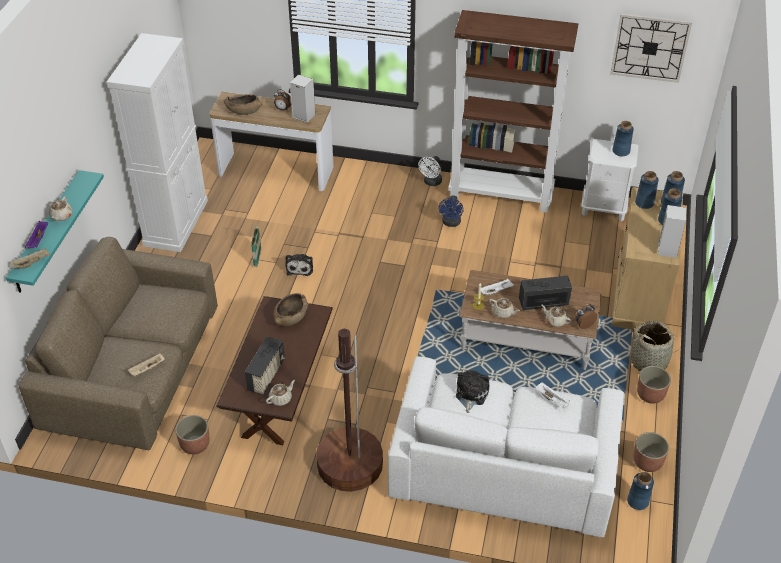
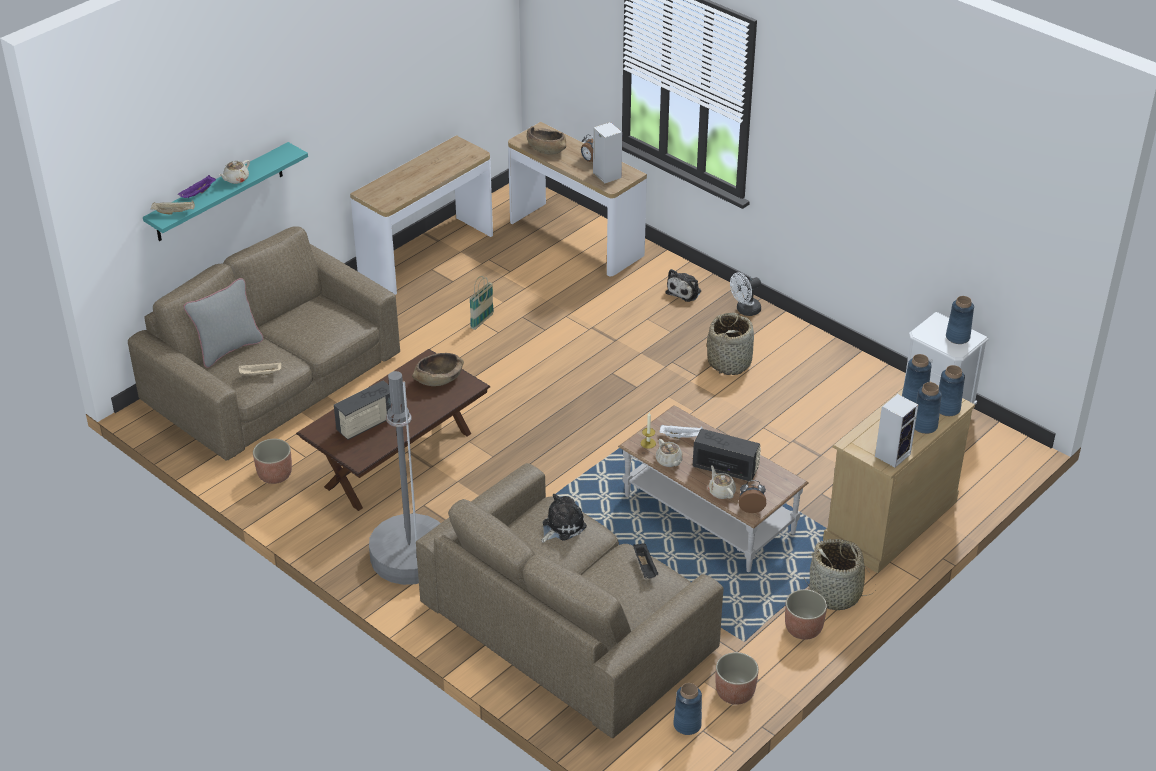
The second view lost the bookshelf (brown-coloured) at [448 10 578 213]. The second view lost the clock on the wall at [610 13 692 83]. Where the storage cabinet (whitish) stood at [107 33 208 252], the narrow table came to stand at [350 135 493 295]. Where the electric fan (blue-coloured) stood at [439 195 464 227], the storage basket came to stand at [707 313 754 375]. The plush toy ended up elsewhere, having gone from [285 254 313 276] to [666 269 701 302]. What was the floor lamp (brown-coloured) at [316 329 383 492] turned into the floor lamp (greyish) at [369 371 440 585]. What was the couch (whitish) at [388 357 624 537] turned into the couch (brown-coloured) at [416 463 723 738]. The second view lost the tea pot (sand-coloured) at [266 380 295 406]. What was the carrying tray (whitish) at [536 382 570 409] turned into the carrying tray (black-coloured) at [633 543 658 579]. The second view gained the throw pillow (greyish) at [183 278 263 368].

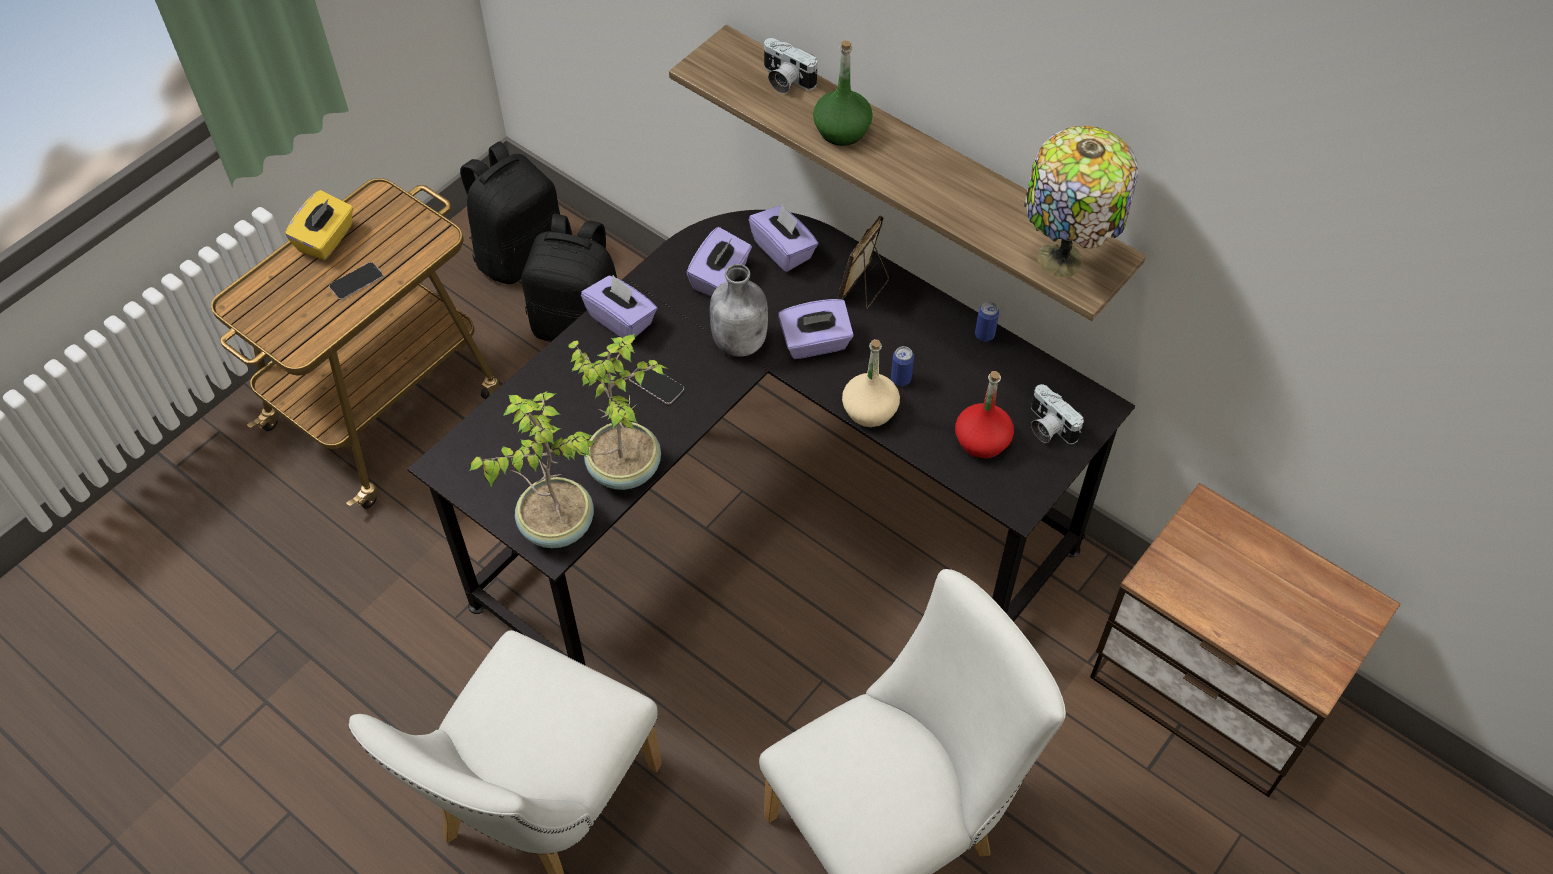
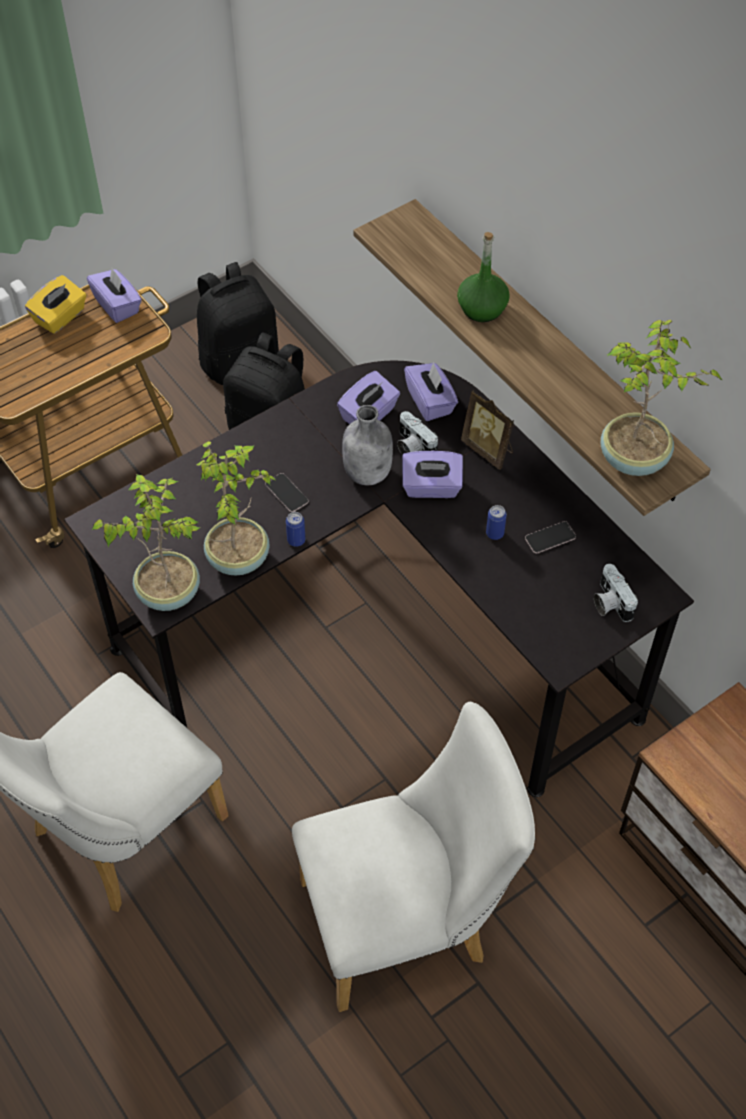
The still camera ended up elsewhere, having gone from [763 38 818 93] to [397 411 438 455]. Where the tabletop lamp stood at [1024 126 1138 278], the plant in a pot came to stand at [601 320 722 476]. The photo frame at [837 216 889 309] ended up facing another way, 90 degrees counterclockwise from before. The handset ended up elsewhere, having gone from [329 262 383 300] to [525 521 576 554]. The tissue box (purplish) ended up elsewhere, having gone from [581 275 657 337] to [87 268 142 323]. The metal can ended up elsewhere, having gone from [975 302 999 341] to [286 512 305 547]. The second view lost the beverage bottle (sand-coloured) at [842 339 900 428]. The second view lost the beverage bottle (reddish) at [955 371 1014 459].

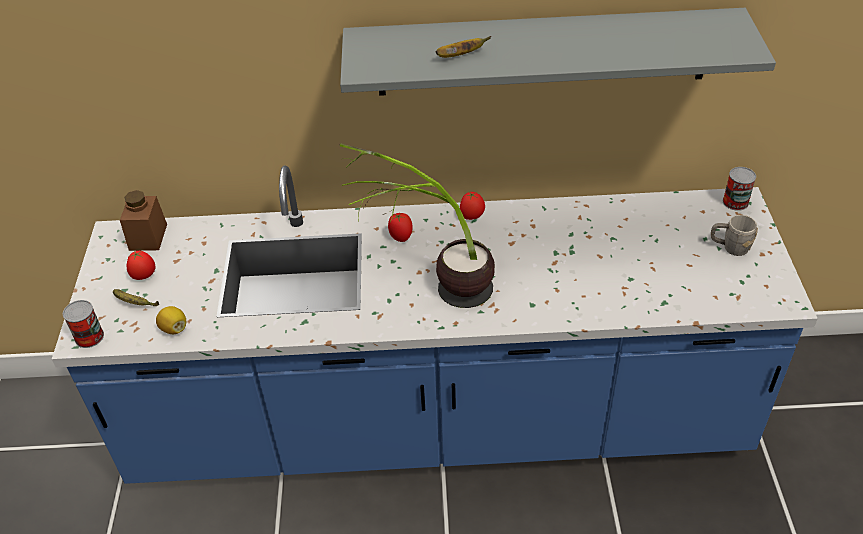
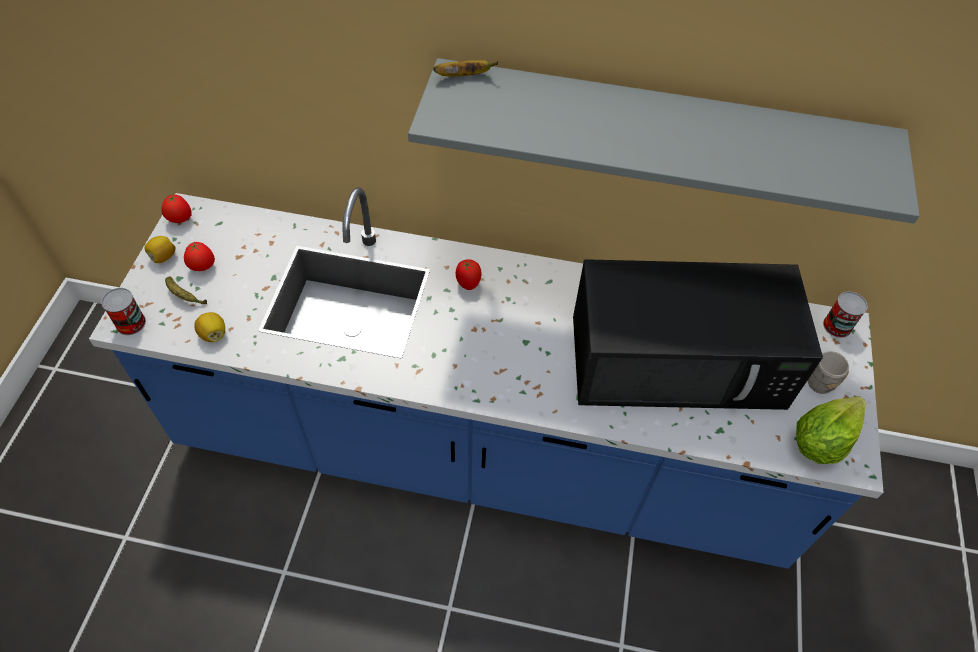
The whole banana ended up elsewhere, having gone from [436 36 491 58] to [433 60 498 76]. The second view lost the plant in a pot at [340 143 495 308]. The second view lost the preserve jar (brown-coloured) at [120 190 167 251]. The whole tomato ended up elsewhere, having gone from [460 192 485 220] to [161 194 192 223]. The second view gained the lemon at [145 236 176 263]. The second view gained the kitchen microwave (black-coloured) at [573 259 823 410]. The second view gained the lettuce head at [796 396 866 464].

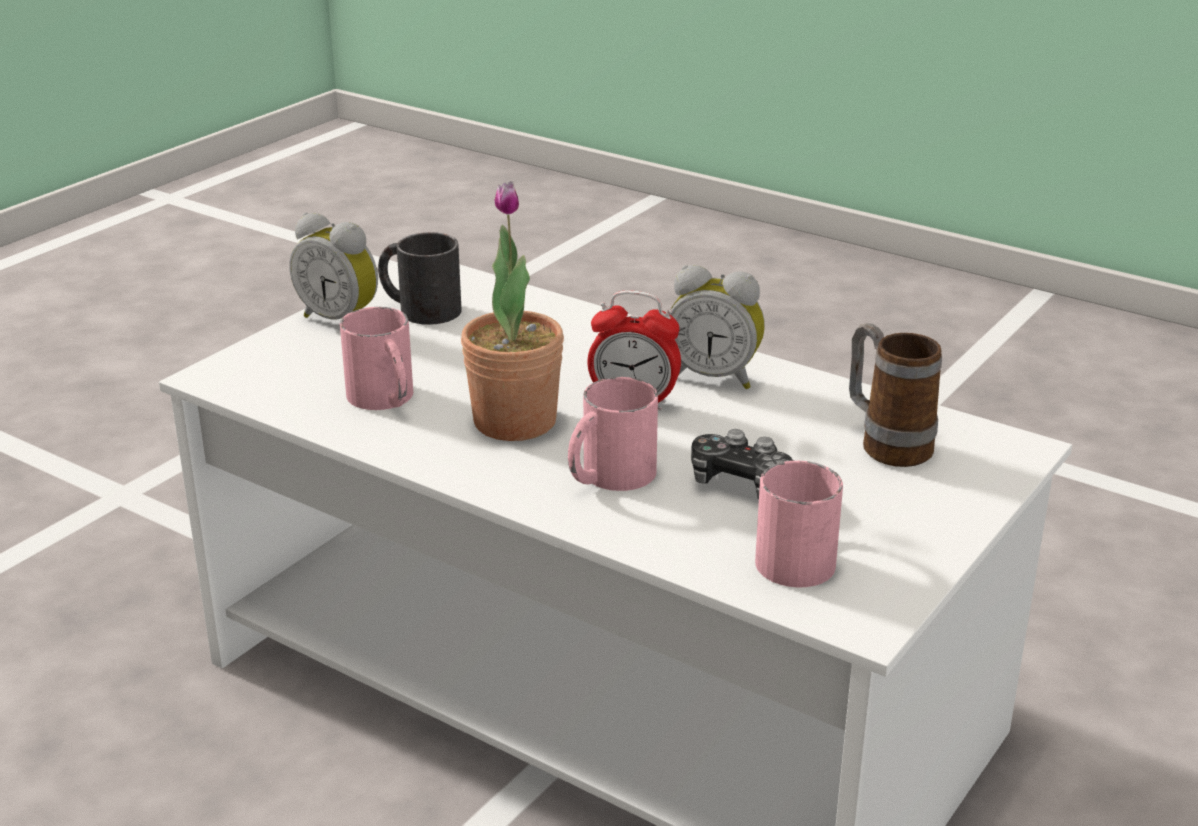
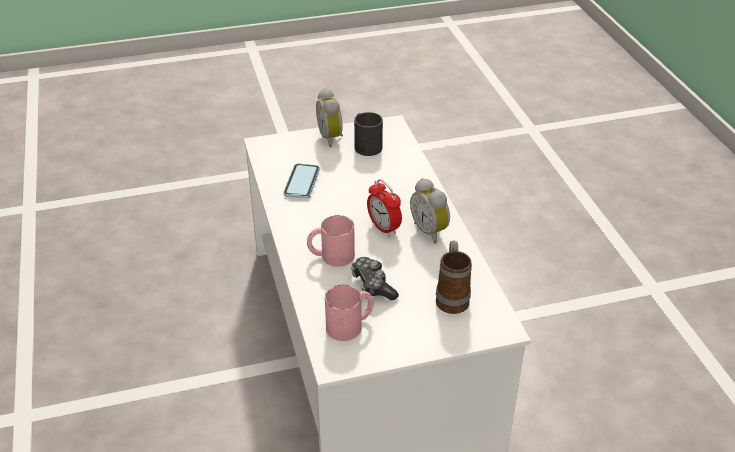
The second view lost the plant in a pot at [461 181 564 441]. Where the mug (pinkish) stood at [340 307 413 410], the handset came to stand at [283 164 320 199].

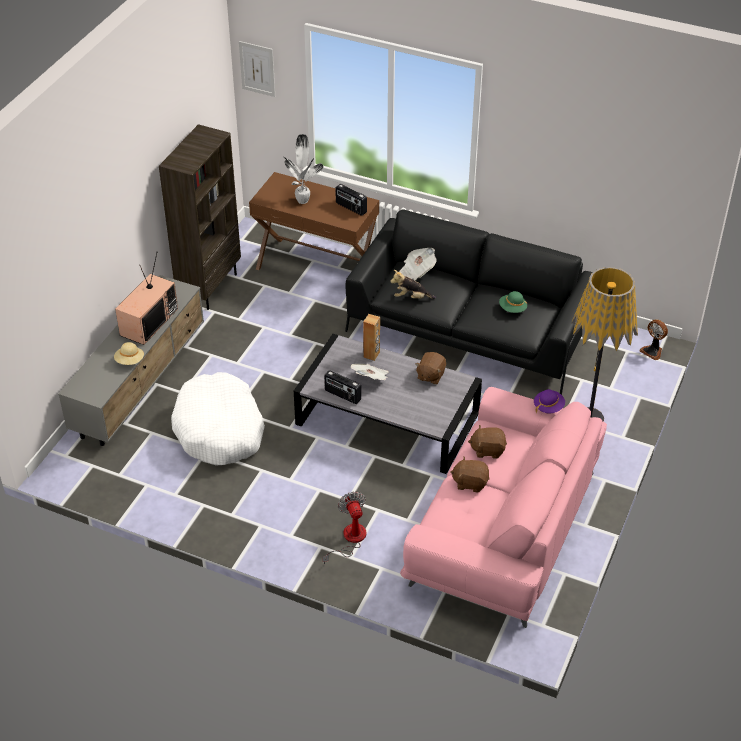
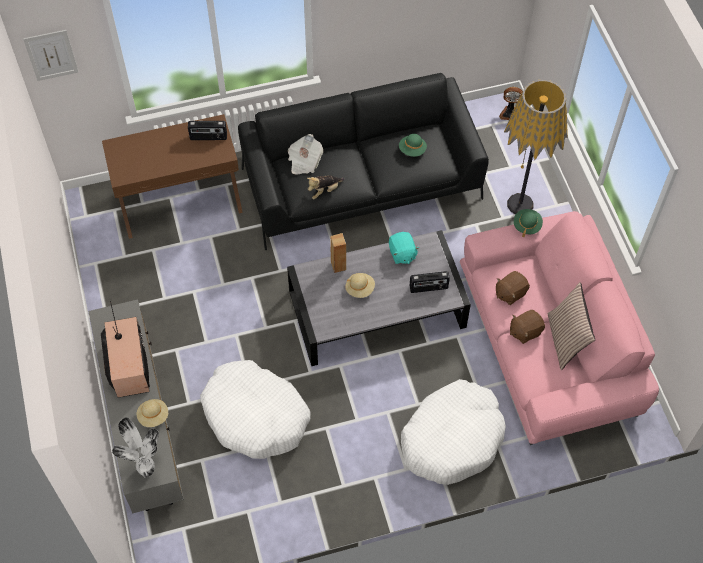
The second view lost the bookshelf (brown-coloured) at [159 124 241 310]. The plant in a pot ended up elsewhere, having gone from [284 134 324 204] to [112 417 159 478]. What was the plush toy (brown-coloured) at [416 352 446 384] turned into the plush toy (turquoise-coloured) at [389 232 419 264]. Where the daily paper stood at [351 364 389 380], the clothing hat (sand-coloured) came to stand at [345 273 375 298]. The radio set ended up elsewhere, having gone from [324 370 361 404] to [410 271 450 293]. What was the clothing hat (purplish) at [534 389 565 413] turned into the clothing hat (green-coloured) at [514 209 543 237]. Where the electric fan stood at [323 492 366 565], the dog bed (whitish) came to stand at [401 379 506 485]. The second view gained the throw pillow at [548 282 595 370].

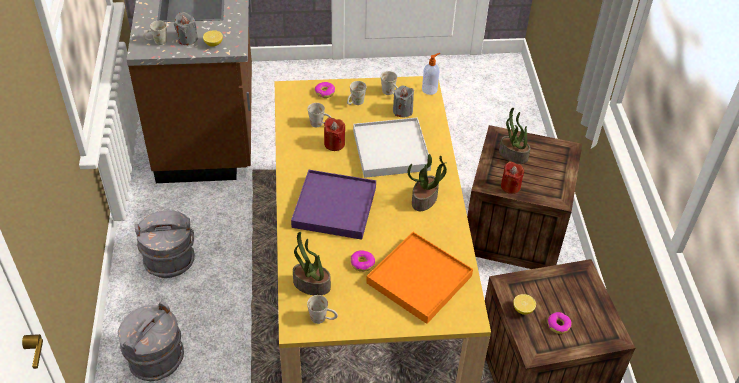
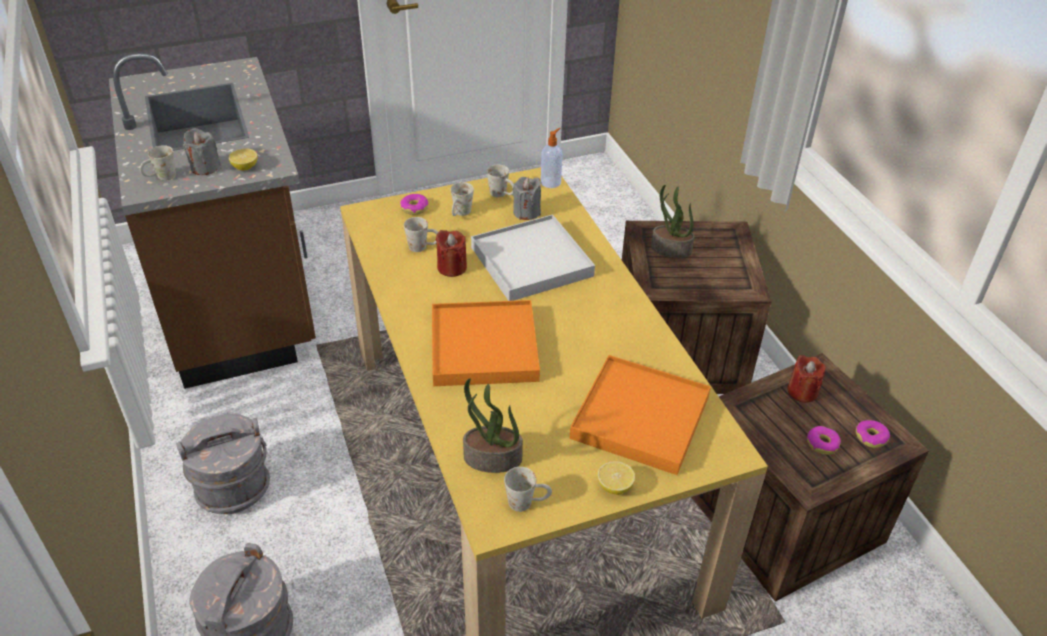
The second view lost the plant in a pot at [408 154 447 211]. The candle (reddish) ended up elsewhere, having gone from [501 161 524 194] to [787 355 826 403]. What was the carrying tray (purplish) at [291 170 376 240] turned into the carrying tray (orangey) at [432 300 540 386]. The doughnut ended up elsewhere, having gone from [351 250 375 272] to [856 420 890 448]. The lemon ended up elsewhere, having gone from [513 294 536 315] to [598 461 635 495].

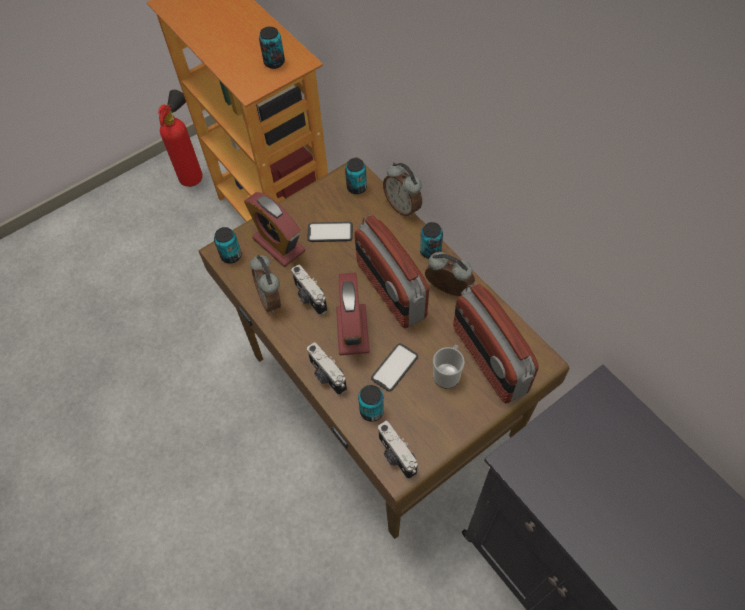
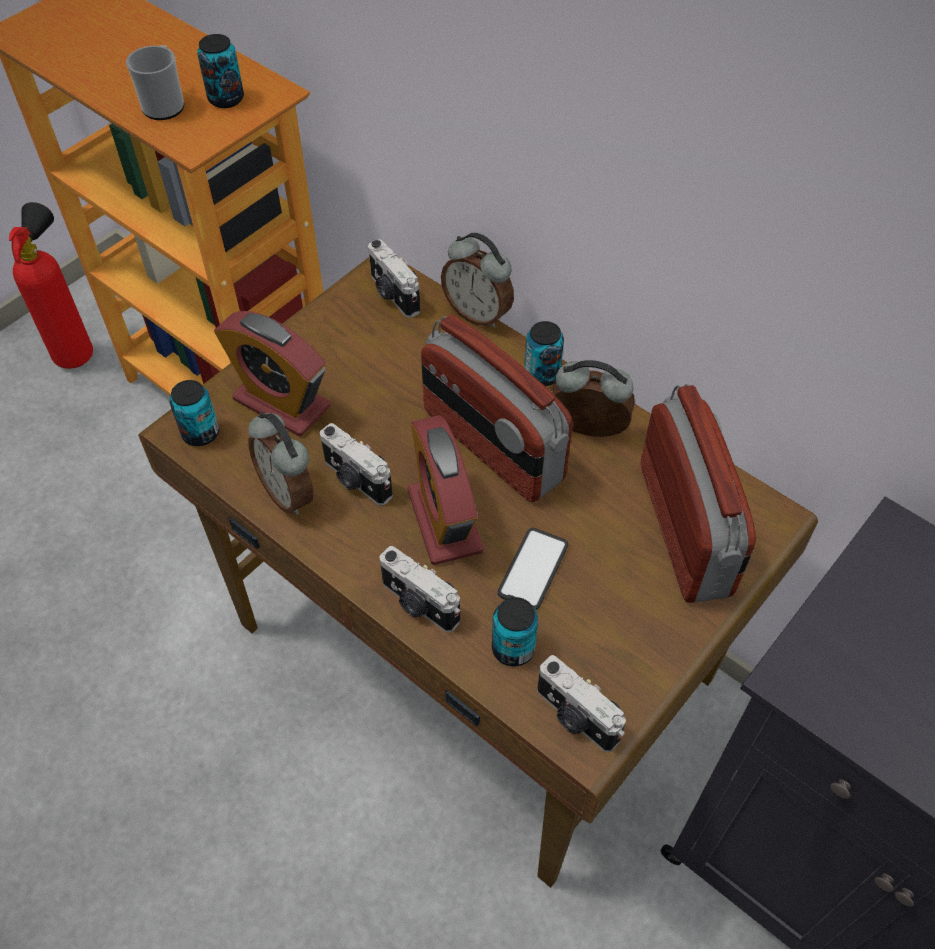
Where the metal can stood at [345 158 367 194], the still camera came to stand at [368 239 420 318]. The second view lost the handset at [307 222 353 242]. The radio set at [453 283 539 403] ended up facing another way, 150 degrees counterclockwise from before. The mug ended up elsewhere, having gone from [433 345 464 389] to [126 45 184 120].

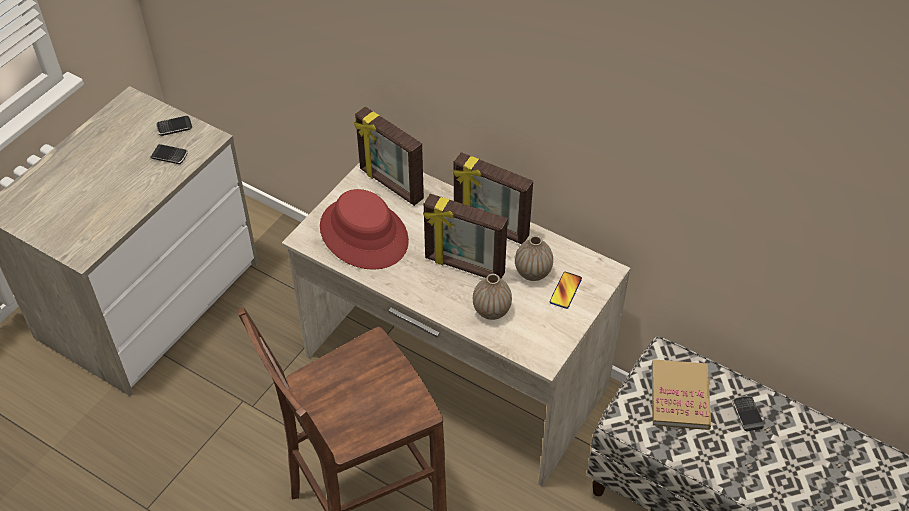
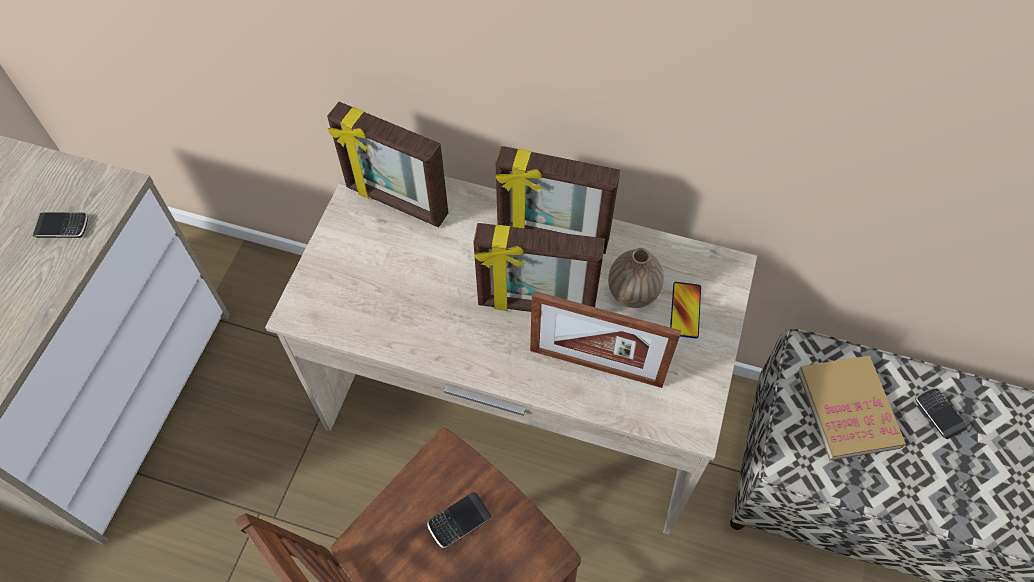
The handset ended up elsewhere, having gone from [156 116 192 136] to [427 492 491 549]. The second view lost the clothing hat (reddish) at [320 189 409 270]. Where the vase stood at [473 274 512 320], the photo frame came to stand at [530 291 681 388].

